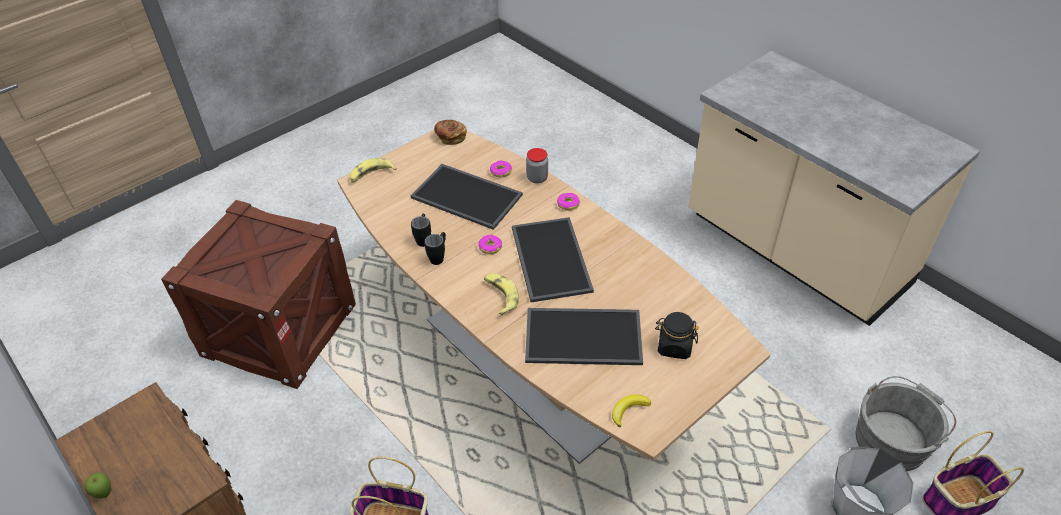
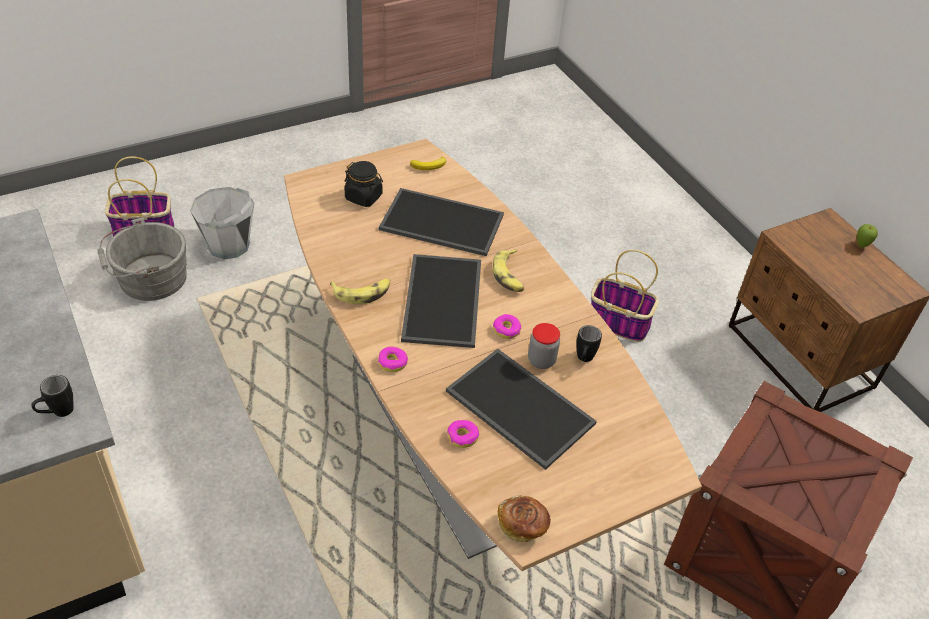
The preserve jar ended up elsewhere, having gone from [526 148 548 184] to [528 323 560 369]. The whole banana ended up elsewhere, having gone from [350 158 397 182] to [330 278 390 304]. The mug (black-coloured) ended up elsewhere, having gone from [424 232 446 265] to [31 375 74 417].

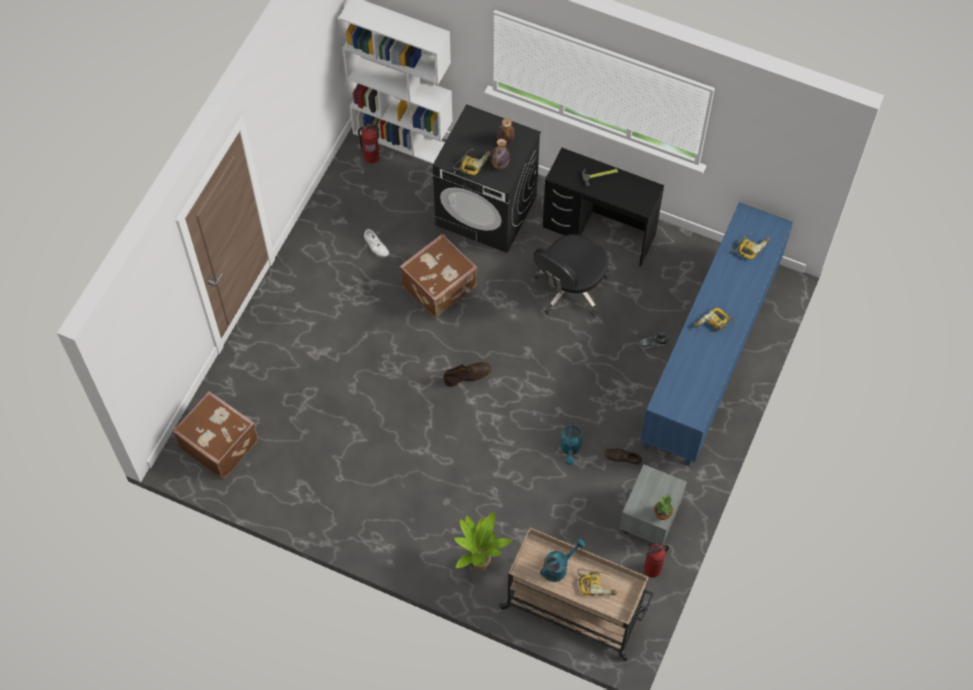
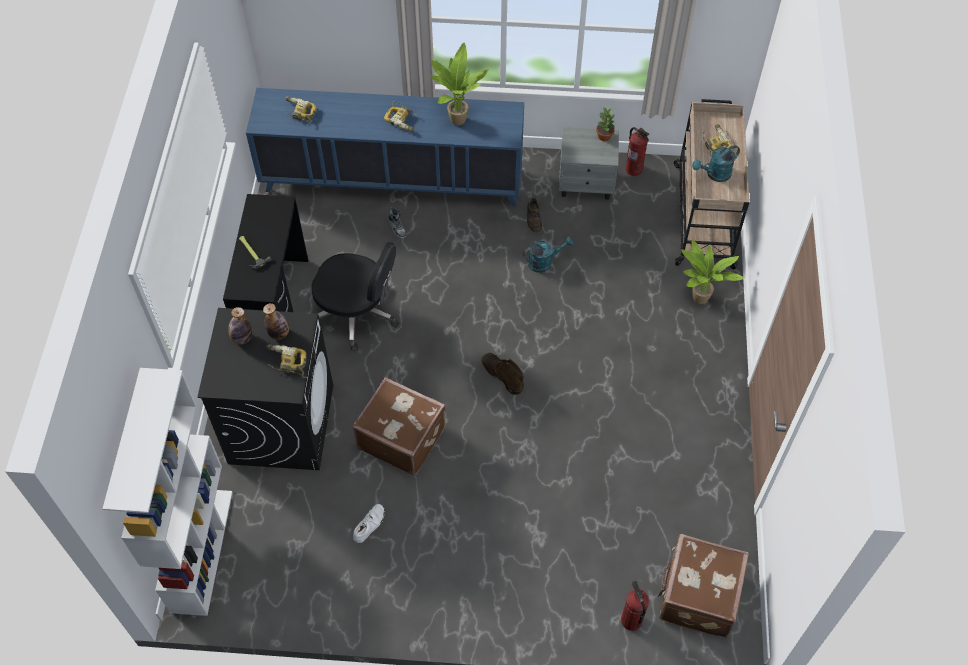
The extinguisher ended up elsewhere, having gone from [358 124 380 164] to [621 581 649 631]. The watering pot (turquoise-coloured) at [540 539 585 582] ended up facing another way, 60 degrees counterclockwise from before. The second view gained the plant in a pot at [430 43 489 126].

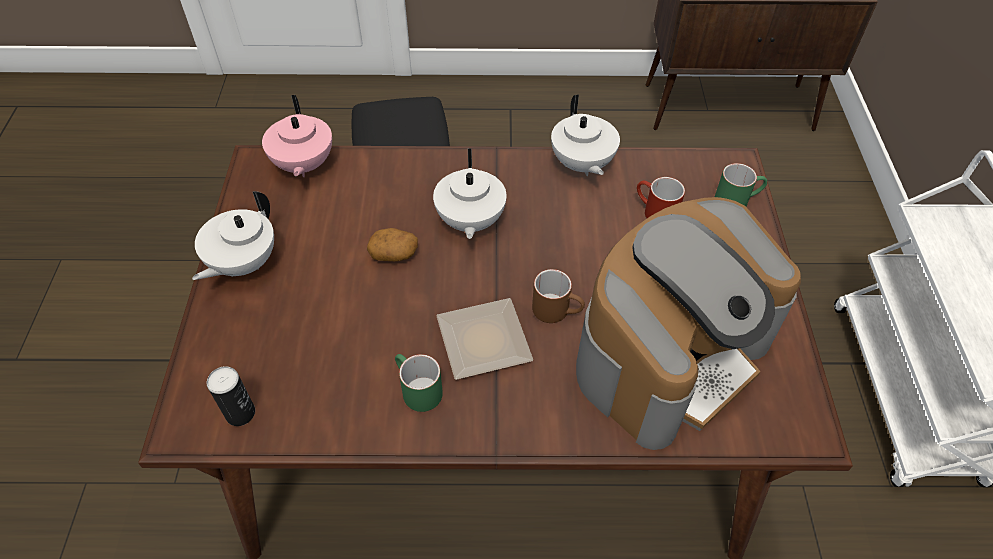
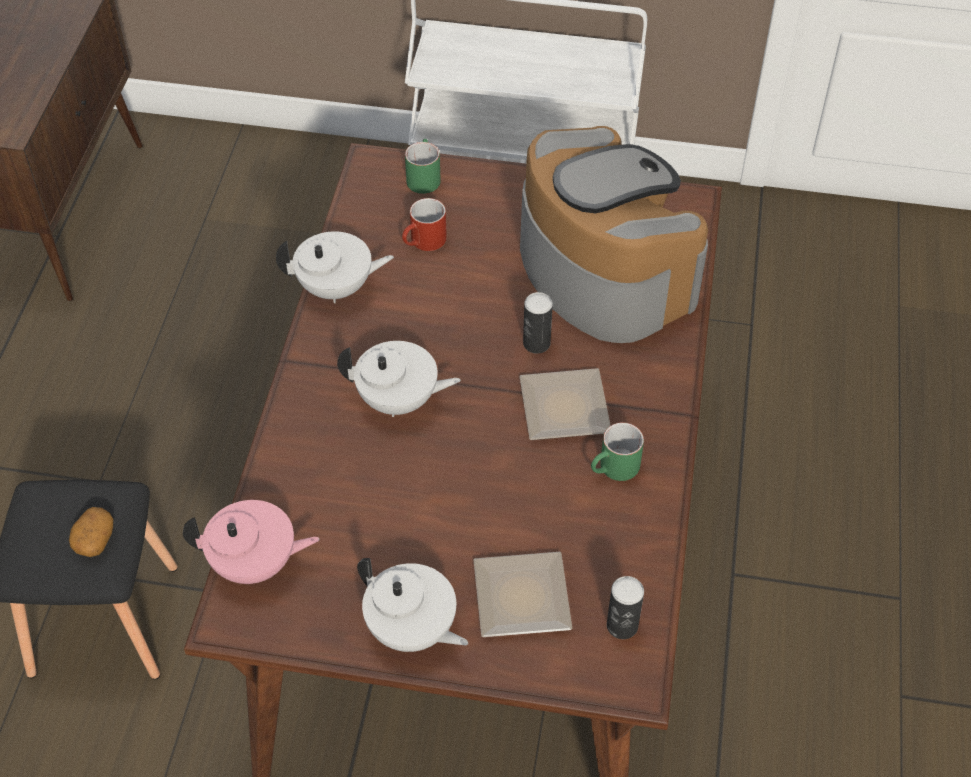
The whole potato ended up elsewhere, having gone from [367 228 418 261] to [69 507 113 557]. Where the mug (brown-coloured) stood at [532 269 585 323], the metal can came to stand at [523 292 553 354]. The second view gained the plate at [474 552 573 637].

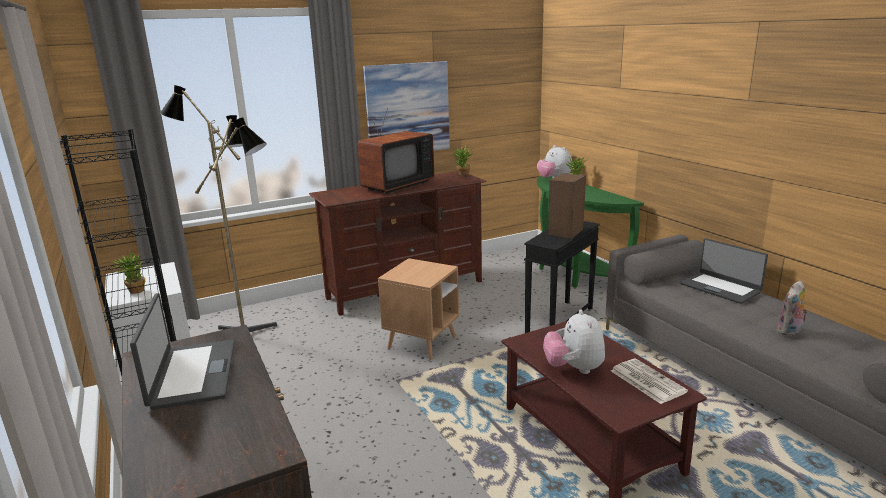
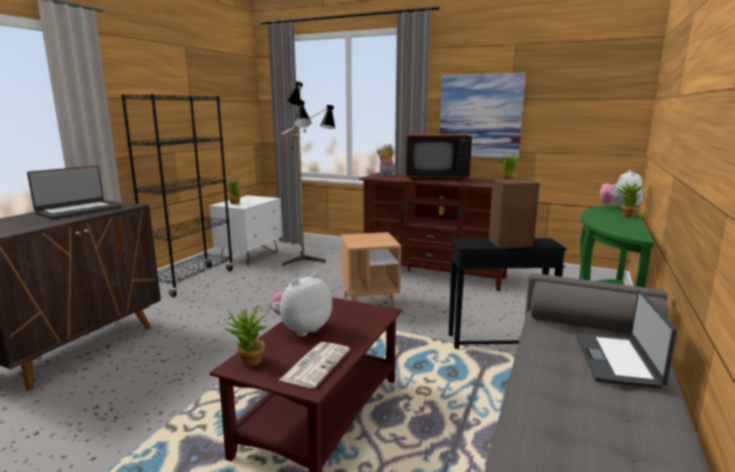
The plush toy ended up elsewhere, having gone from [776 280 809 336] to [377 144 395 176]. The second view gained the plant in a pot at [224 305 269 367].

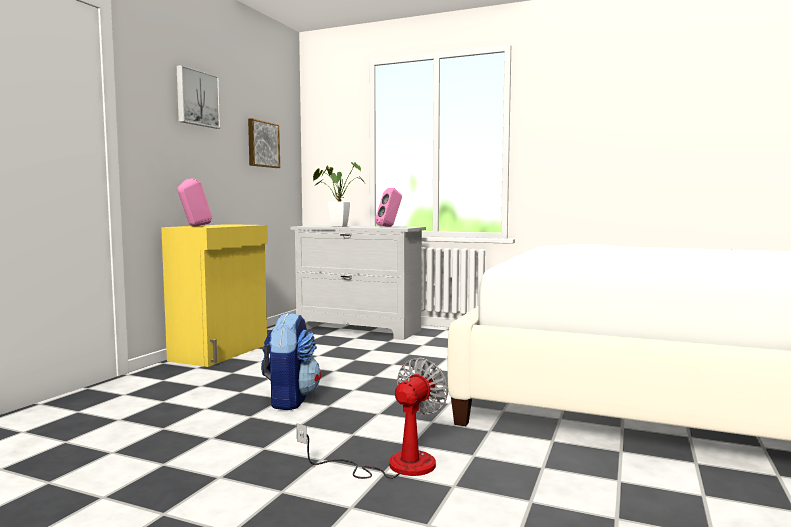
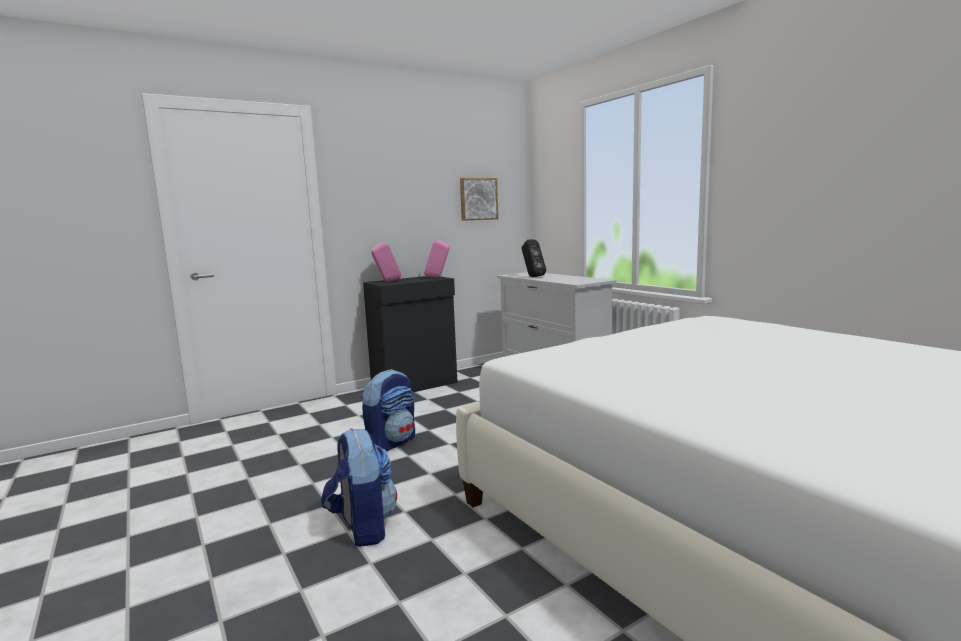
The second view lost the picture at [177 65 221 129]. Where the plant in a pot stood at [313 162 365 227], the speaker (black-coloured) came to stand at [522 239 546 277]. The speaker (pinkish) ended up elsewhere, having gone from [375 188 402 227] to [424 240 449 278]. What was the storage cabinet (yellow) at [161 224 268 367] turned into the storage cabinet (black-coloured) at [363 276 458 392]. Where the electric fan stood at [297 358 448 479], the rucksack came to stand at [321 428 397 547].

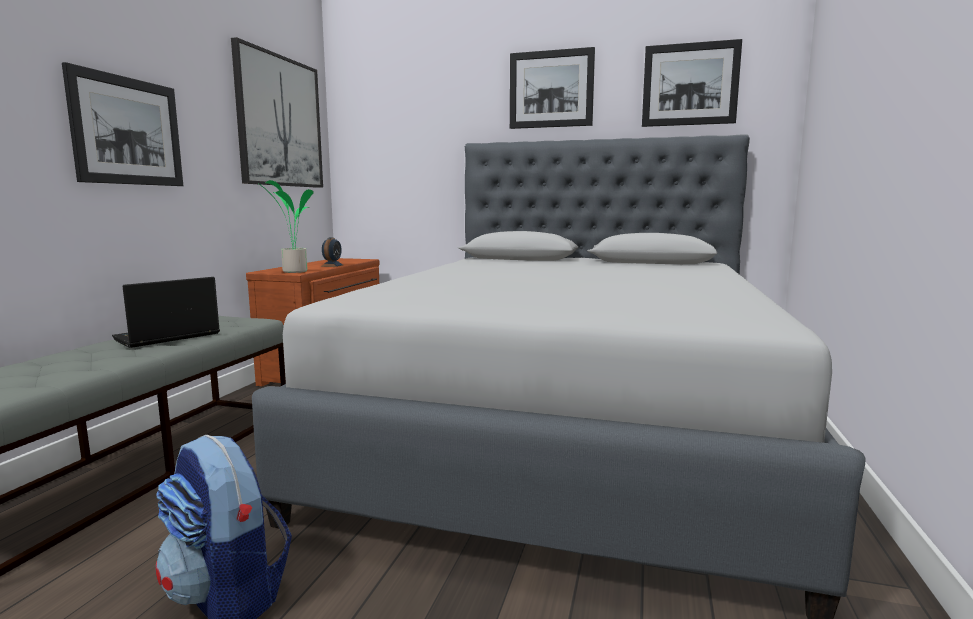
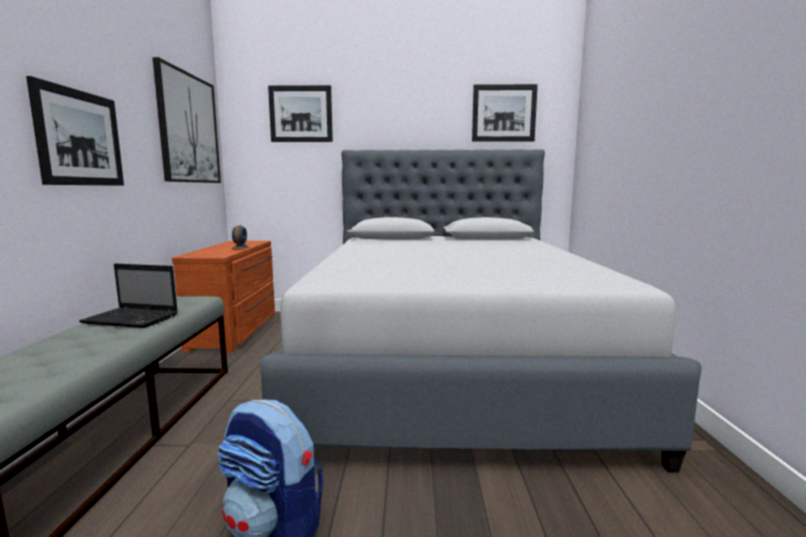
The picture ended up elsewhere, having gone from [510 47 595 129] to [268 85 333 142]. The second view lost the plant in a pot at [257 180 314 273]. The laptop at [112 277 220 348] ended up facing another way, 105 degrees counterclockwise from before.

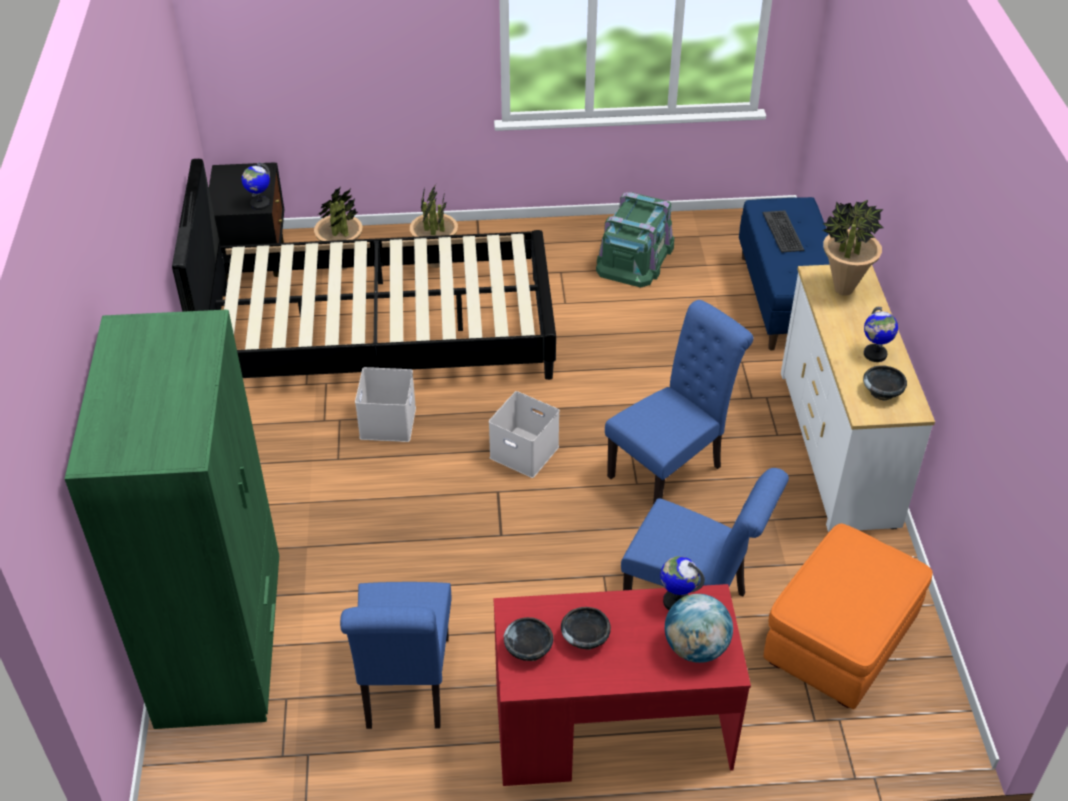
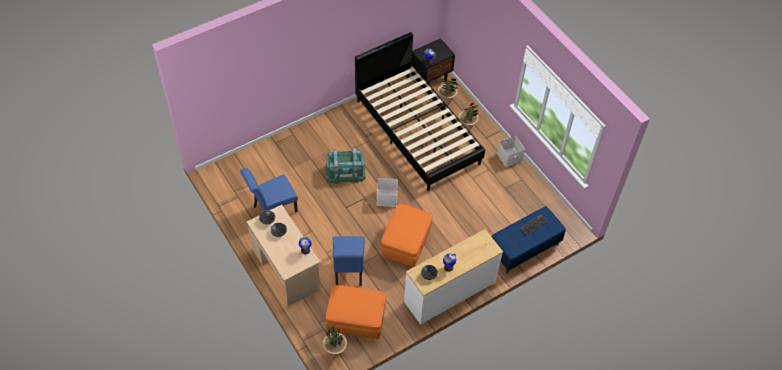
The storage container (green-coloured) ended up elsewhere, having gone from [596 192 674 287] to [326 148 366 184]. The plant in a pot ended up elsewhere, having gone from [823 199 884 295] to [323 326 347 357]. Where the plain chair (blue-coloured) stood at [605 300 753 505], the ottoman (orangey) came to stand at [381 204 433 267]. The second view lost the clothes cupboard (green-coloured) at [65 310 279 729]. The storage container (whitish) ended up elsewhere, having gone from [355 367 416 442] to [497 136 525 167]. What was the desk (reddish) at [493 584 751 786] turned into the desk (sand-coloured) at [246 205 320 306]. The second view lost the globe at [665 594 733 663].

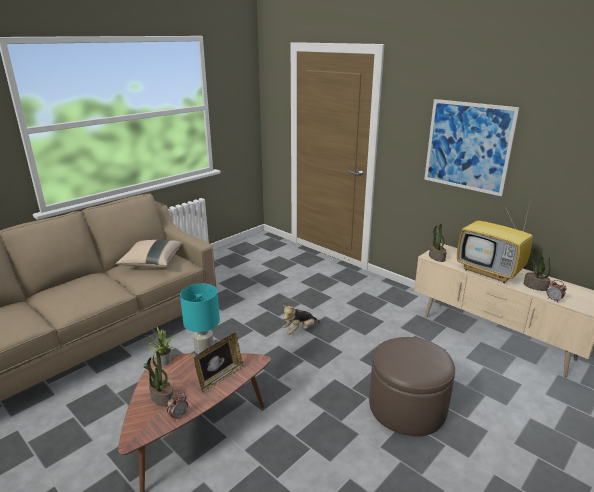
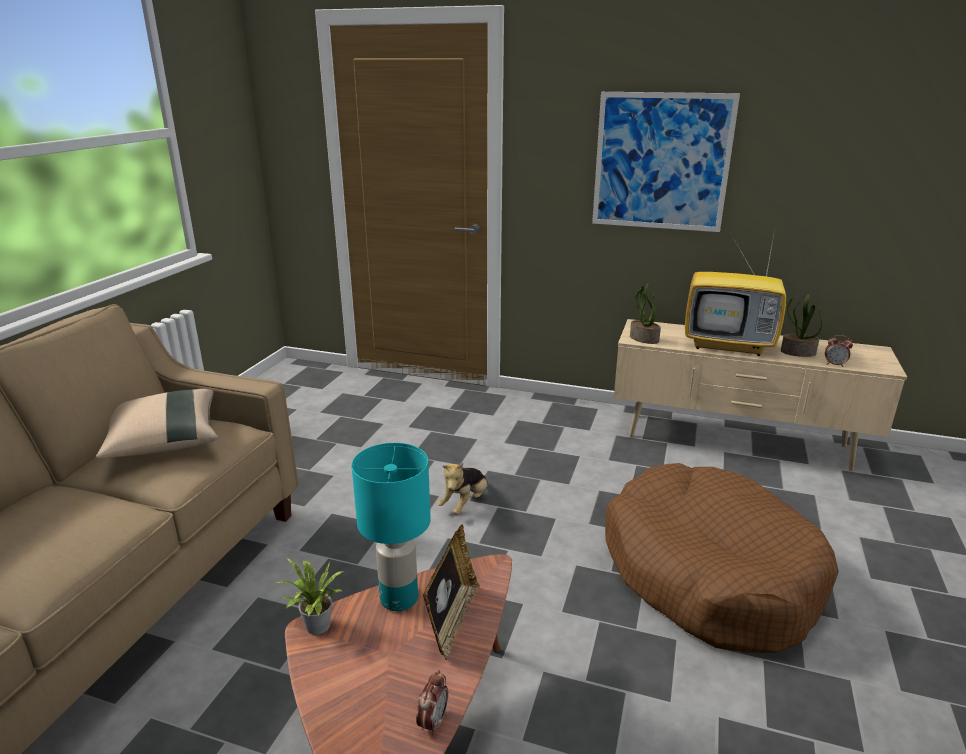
Where the ottoman (brown-coloured) stood at [369 337 455 436], the dog bed (brown-coloured) came to stand at [605 463 839 653]. The second view lost the plant in a pot at [143 351 174 407].

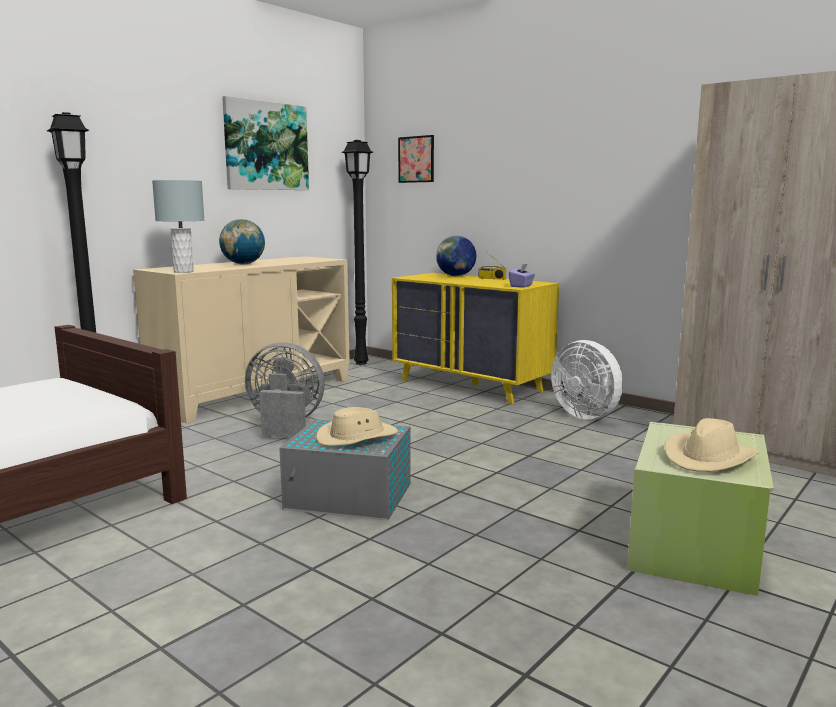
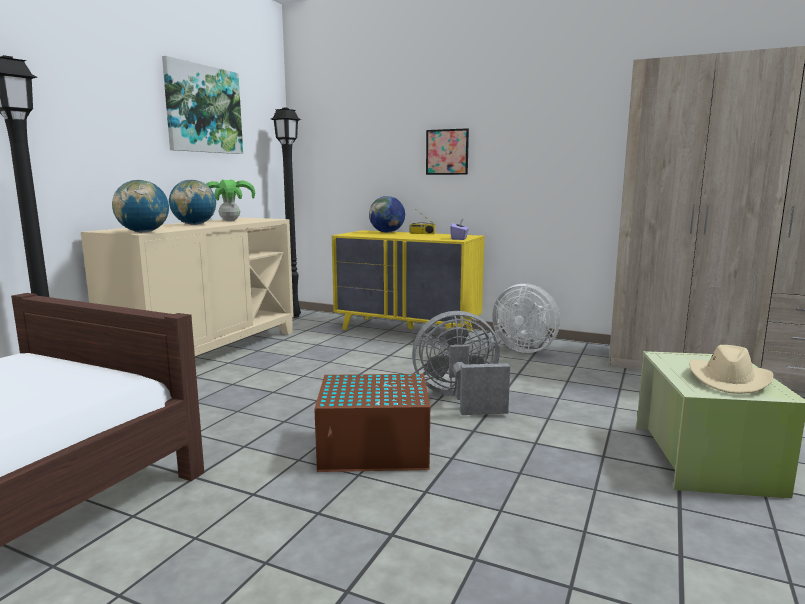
The picture ended up elsewhere, having gone from [398 135 434 183] to [426 128 469 175]. Where the tabletop lamp (greyish) stood at [152 180 204 273], the globe came to stand at [112 180 169 233]. The electric fan (greyish) ended up elsewhere, having gone from [245 342 325 438] to [412 311 510 415]. The second view lost the clothing hat (sand-coloured) at [316 407 398 446]. What was the storage container (greyish) at [279 419 411 521] turned into the storage container (brown-coloured) at [314 374 430 472]. The second view gained the plant in a pot at [206 179 255 221].

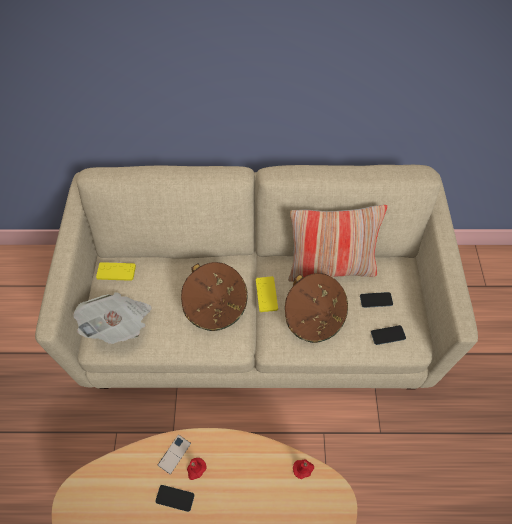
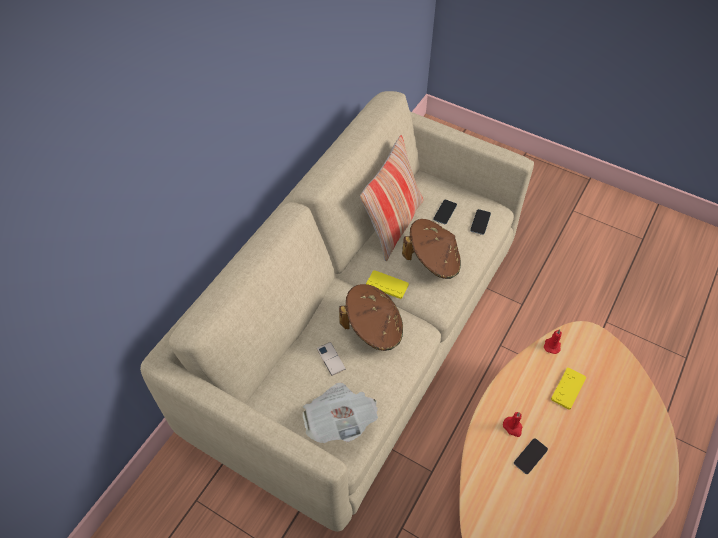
The game controller (yellow) ended up elsewhere, having gone from [96 262 136 281] to [551 367 586 410]. The handset ended up elsewhere, having gone from [157 435 191 474] to [317 342 346 376].

